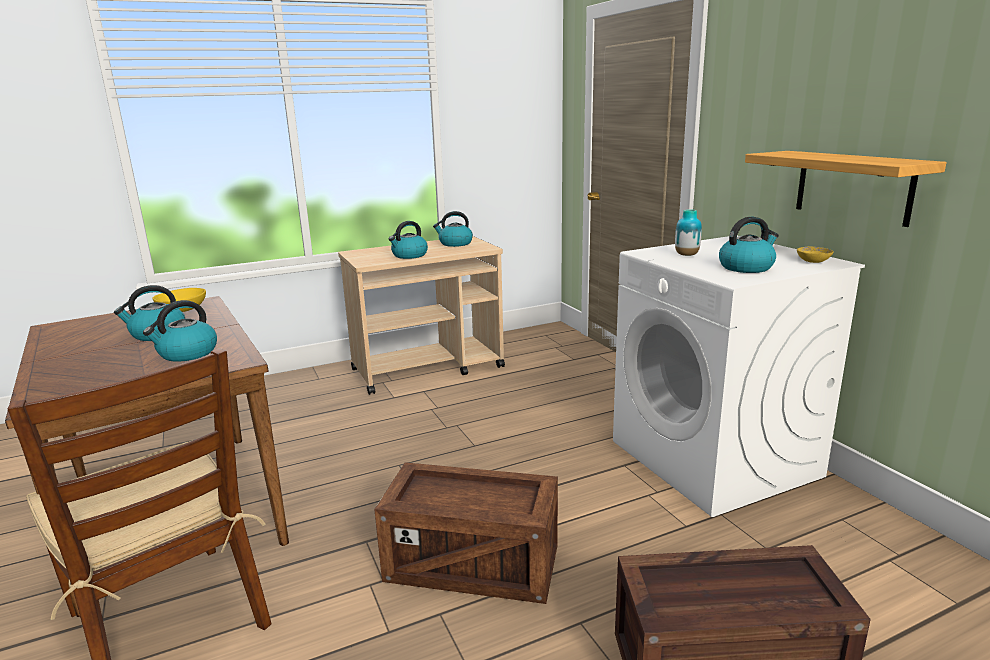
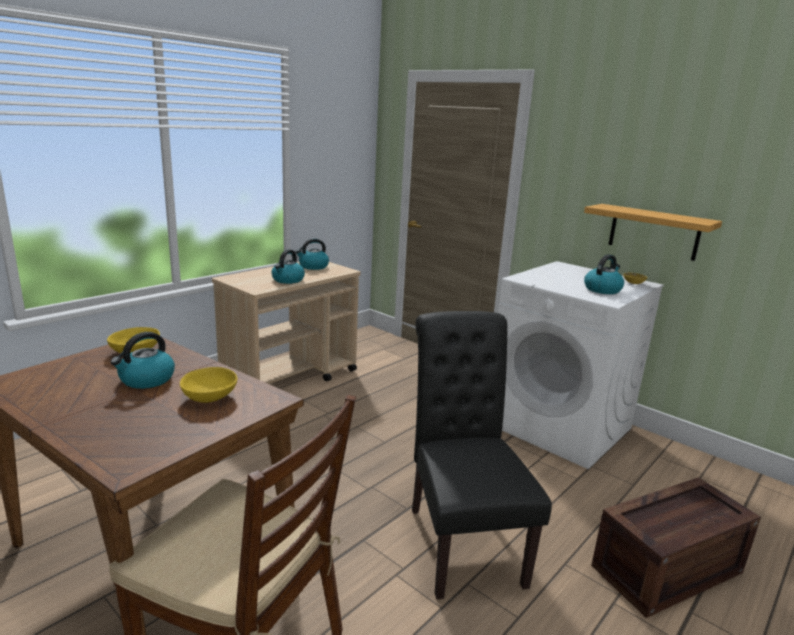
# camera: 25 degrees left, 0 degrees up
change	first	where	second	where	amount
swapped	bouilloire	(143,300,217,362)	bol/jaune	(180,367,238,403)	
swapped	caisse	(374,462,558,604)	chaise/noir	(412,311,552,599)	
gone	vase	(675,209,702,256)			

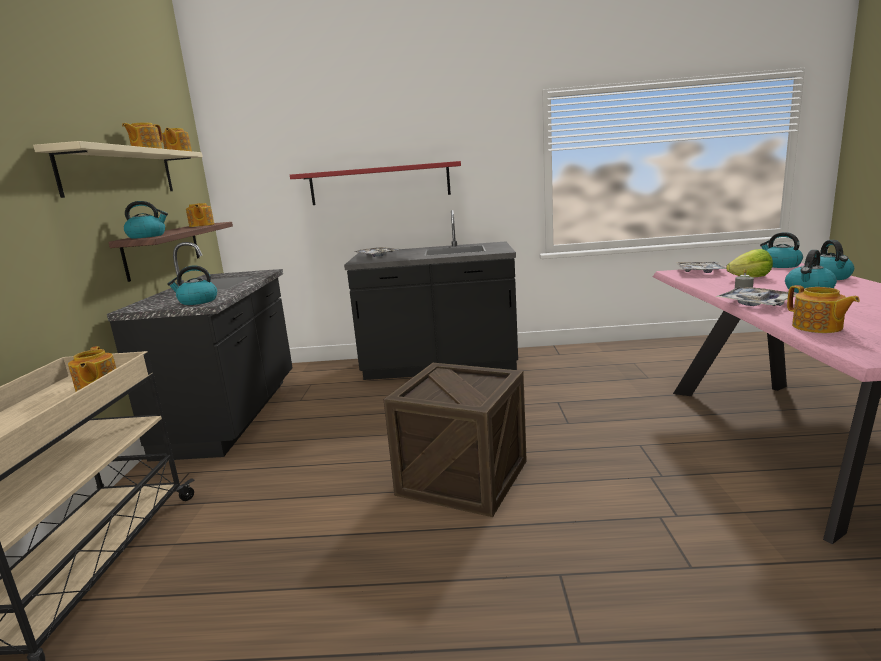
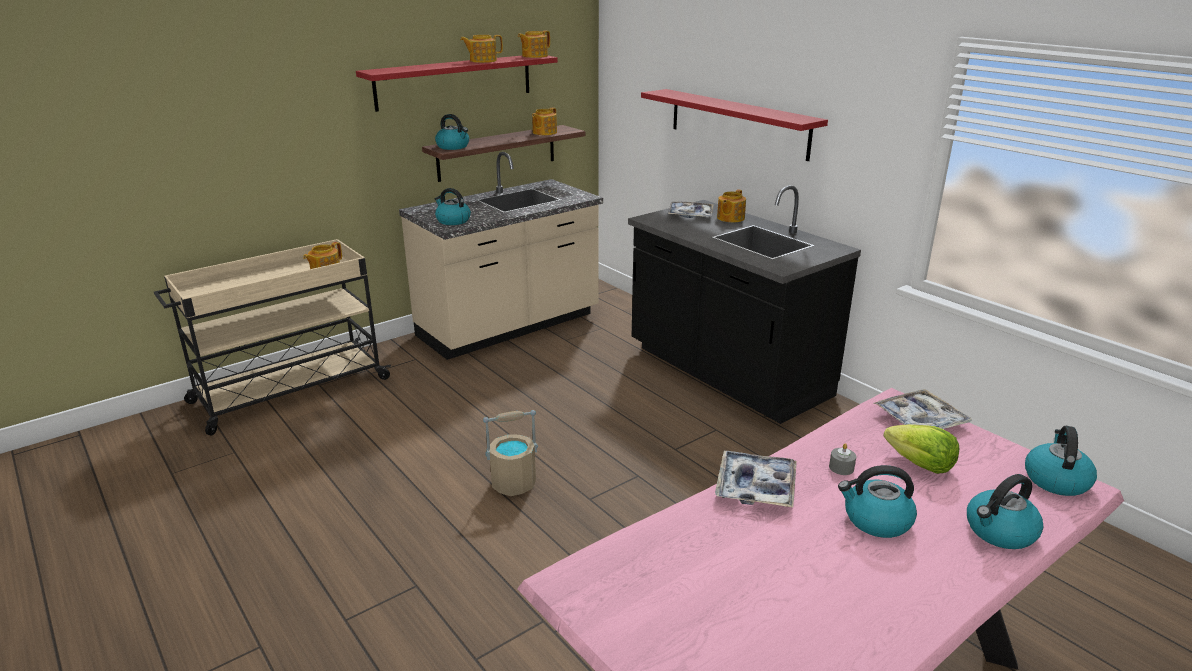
# camera: 50 degrees right, 10 degrees up
change	first	where	second	where	amount
repainted	étagère/beige	(33,141,203,198)	étagère/rouge	(356,56,558,112)	
repainted	comptoir de cuisine/noir	(107,242,293,462)	comptoir de cuisine/beige	(399,152,603,360)	
swapped	caisse	(384,363,527,517)	seau/beige	(483,410,538,496)	
shifted	théière	(787,285,860,333)		(717,189,746,222)	

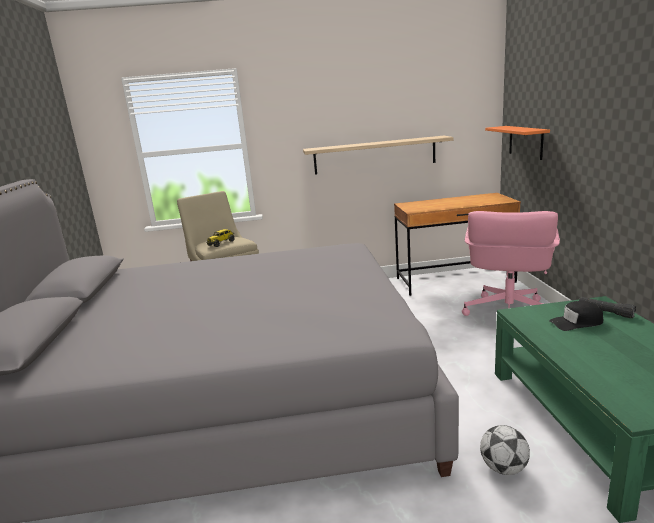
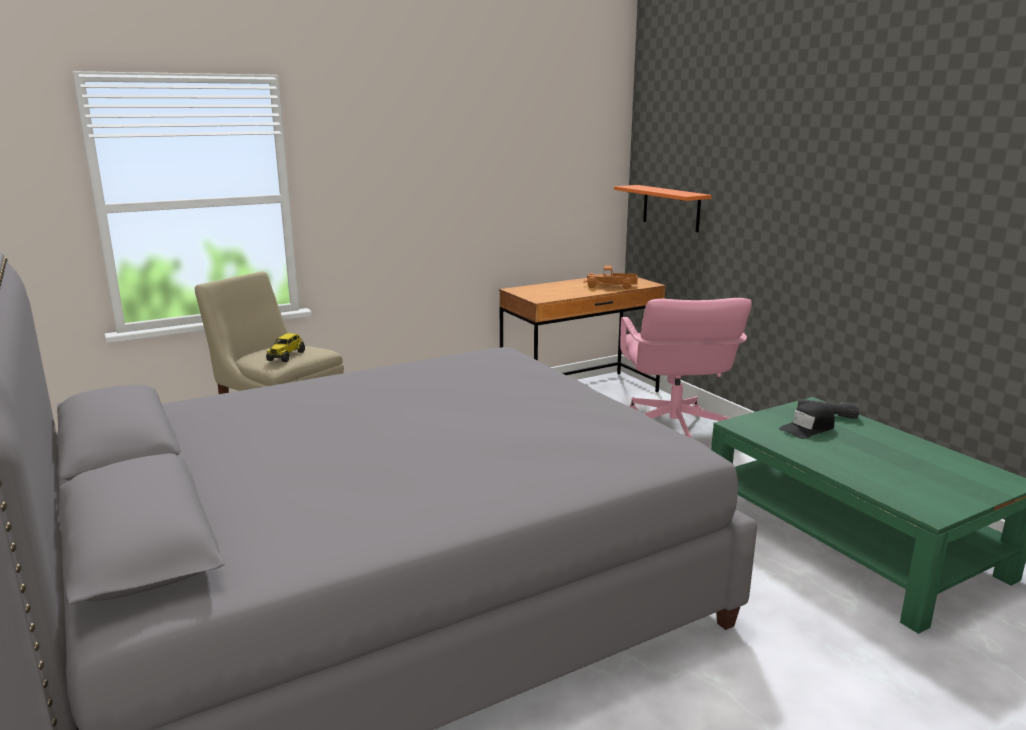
# camera: 25 degrees left, 0 degrees up
change	first	where	second	where	amount
gone	étagère	(303,136,454,175)			
gone	ballon de foot	(480,425,530,475)			
new			camion jouet	(584,266,638,289)	

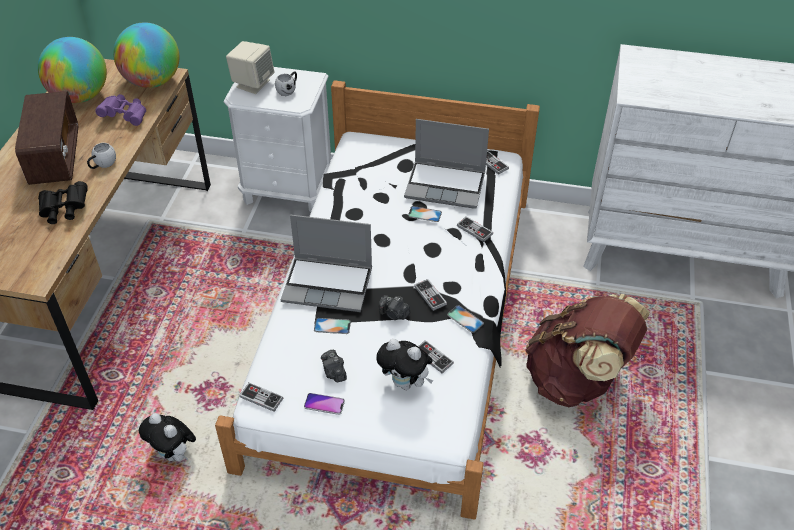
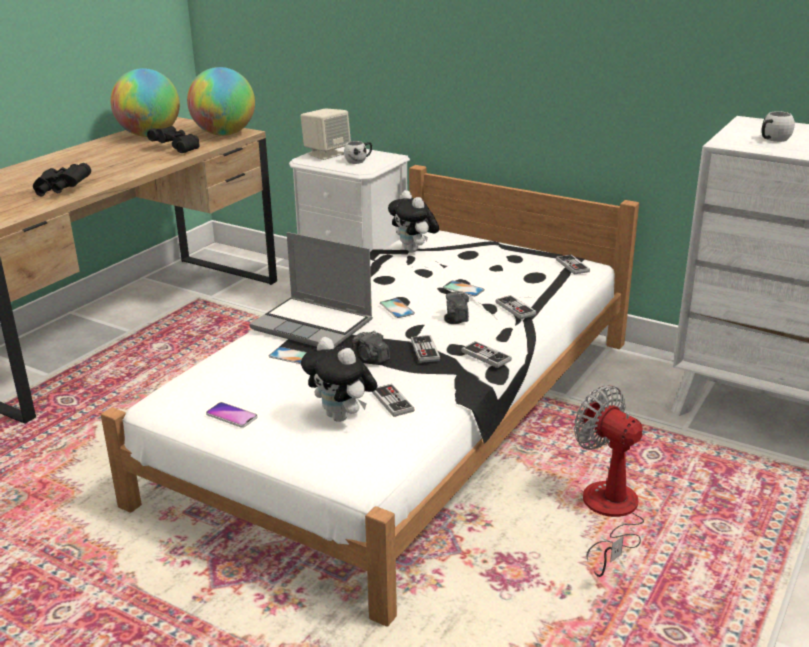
# camera: 20 degrees right, 20 degrees down
change	first	where	second	where	amount
gone	radio	(15,91,78,185)			
shifted	mug/blanc	(87,143,116,169)		(761,111,795,142)	
repainted	jumelles/violet	(95,94,146,126)	jumelles/noir	(147,126,200,153)	
shifted	peluche	(139,413,196,461)		(388,190,439,252)	
shifted	manette	(239,383,284,412)		(461,341,512,368)	
shifted	appareil photo	(321,350,347,382)		(446,291,469,322)	
gone	ordinateur portable	(404,119,489,209)			
shifted	téléphone	(447,305,484,333)		(380,298,415,318)	
swapped	sac à dos/marron	(525,294,650,407)	ventilateur	(574,385,644,577)	

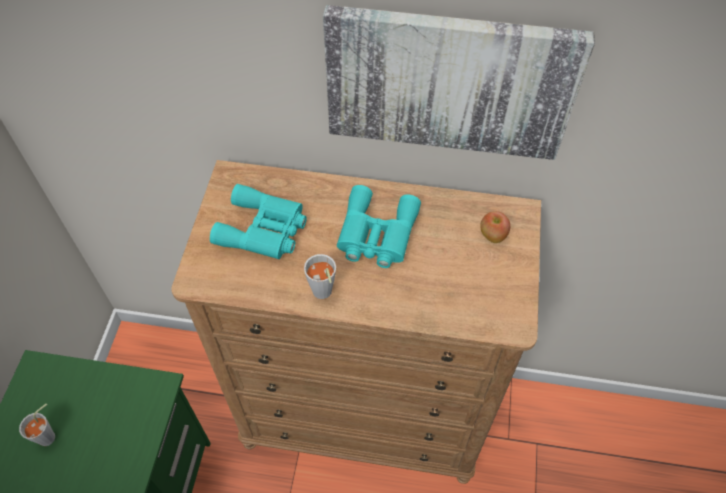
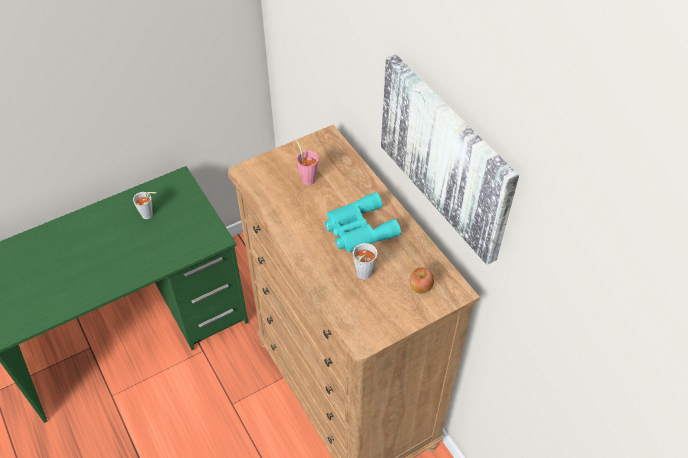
# camera: 50 degrees right, 5 degrees down
change	first	where	second	where	amount
swapped	jumelles/turquoise	(210,184,307,259)	tasse/rose	(296,141,319,185)	
shifted	tasse/gris	(304,254,336,299)		(353,243,378,280)	

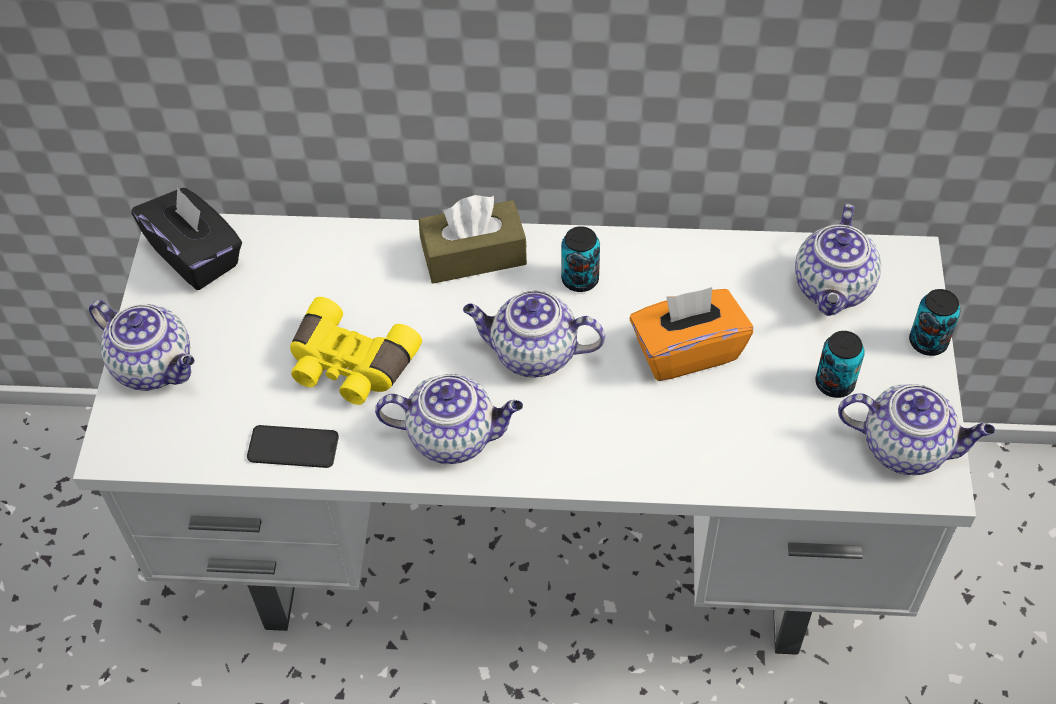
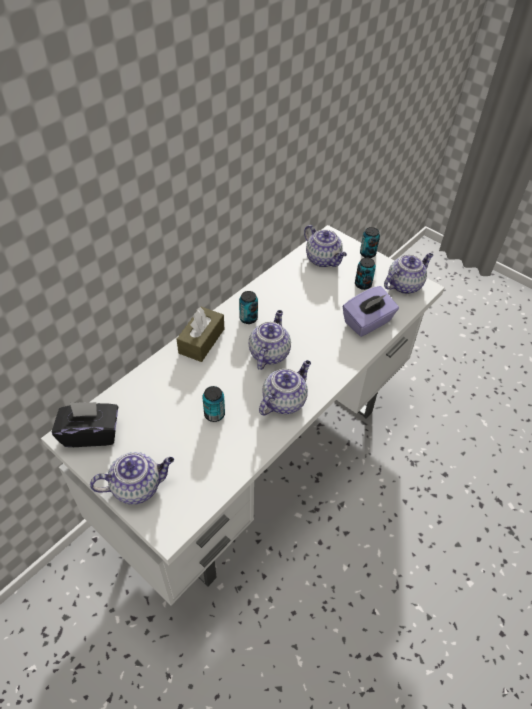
# camera: 55 degrees left, 5 degrees down
change	first	where	second	where	amount
gone	téléphone	(247,425,339,468)			
swapped	jumelles/jaune	(290,297,422,405)	boîte métallique	(202,386,225,422)	
rotated	théière	(463,290,605,378)		(249,310,291,370)	150 degrees clockwise
gone	boîte à mouchoirs/orange	(629,287,753,381)			
new			boîte à mouchoirs/violet	(343,286,399,337)	

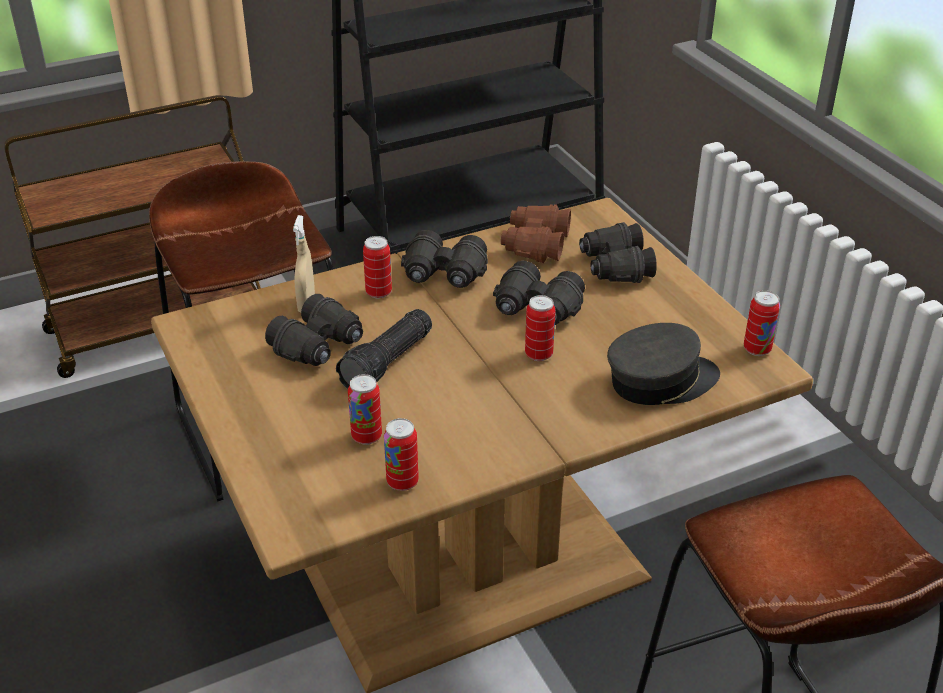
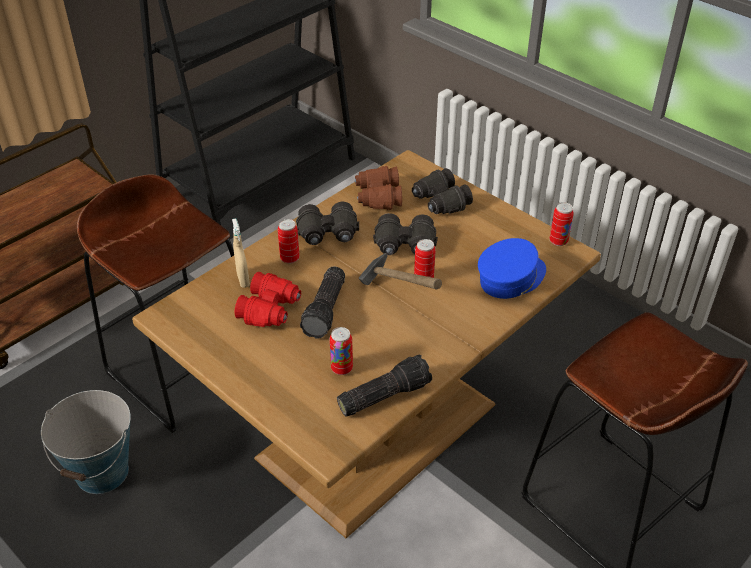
# camera: 20 degrees left, 5 degrees up
change	first	where	second	where	amount
repainted	jumelles/noir	(265,294,363,366)	jumelles/rouge	(235,272,301,327)	
swapped	boîte métallique	(384,418,419,491)	lampe de poche	(337,354,432,417)	
repainted	casquette/gris	(607,323,720,405)	casquette/bleu	(478,238,546,299)	
new			seau	(41,390,130,494)	
new			marteau	(359,253,442,289)	

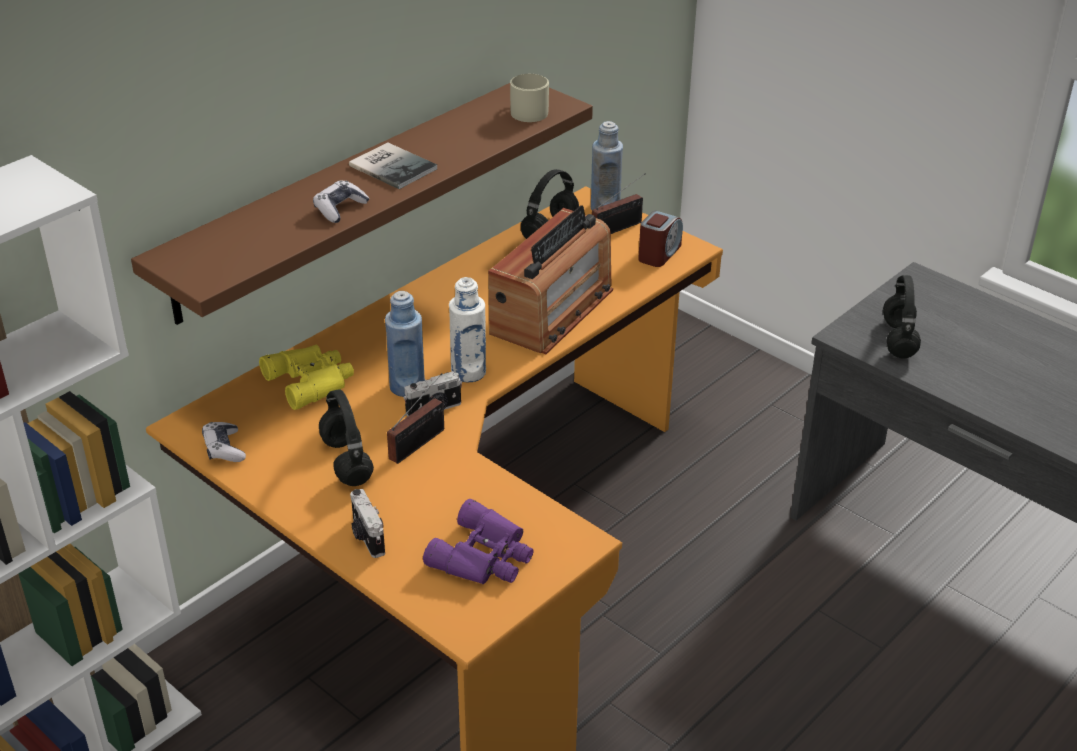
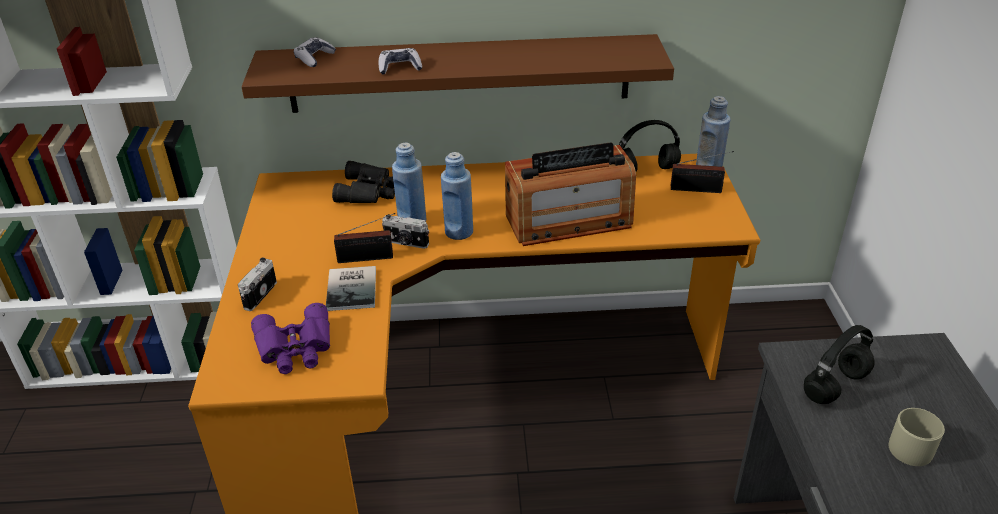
# camera: 45 degrees right, 0 degrees up
change	first	where	second	where	amount
shifted	manette	(202,422,246,462)		(294,37,336,67)	
repainted	jumelles/jaune	(259,344,354,410)	jumelles/noir	(332,161,395,203)	
gone	casque audio/noir	(319,389,374,486)			
shifted	livre	(349,143,437,189)		(326,266,376,311)	
repainted	bouteille/blanc	(449,277,486,382)	bouteille/bleu	(441,152,473,240)	
shifted	mug/beige	(510,74,549,122)		(888,408,945,466)	
gone	réveil	(638,211,683,267)			

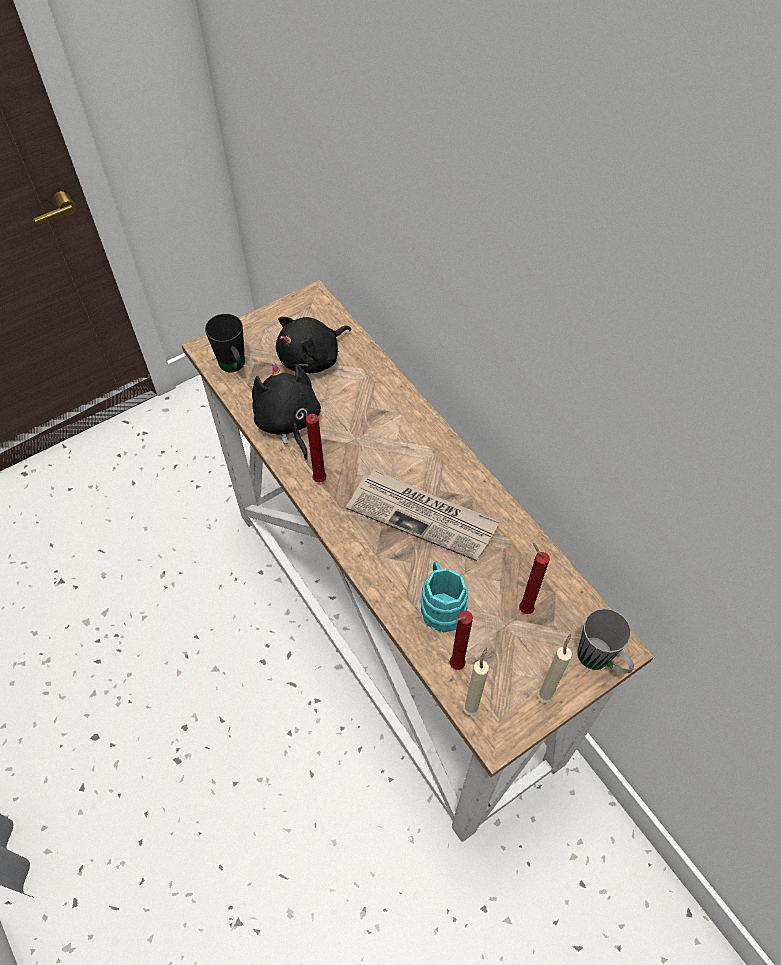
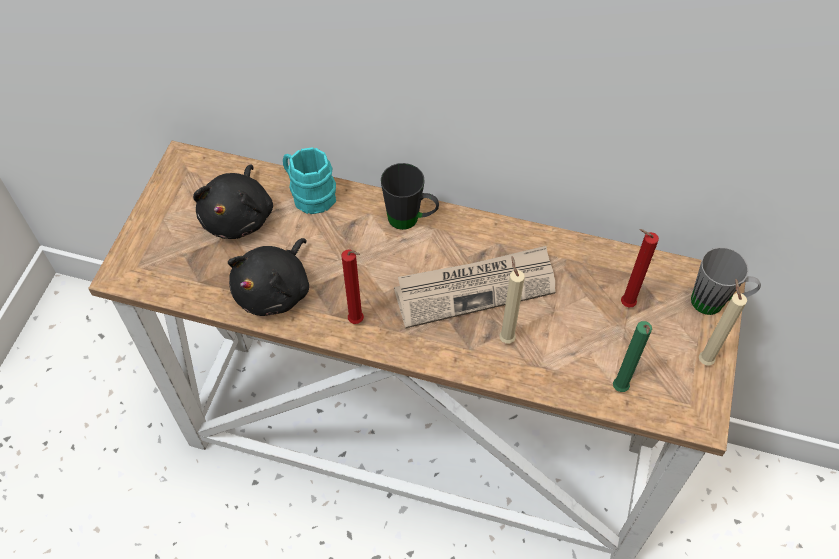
# camera: 40 degrees left, 0 degrees up
change	first	where	second	where	amount
shifted	mug/noir	(205,314,245,372)		(381,163,439,230)	
rotated	peluche/noir	(252,363,321,460)		(228,238,309,316)	90 degrees counterclockwise
shifted	mug/turquoise	(421,561,468,632)		(283,147,336,214)	
repainted	bougie/rouge	(449,611,473,670)	bougie/vert	(613,321,652,392)	
shifted	bougie/beige	(463,647,489,716)		(499,256,525,344)	

